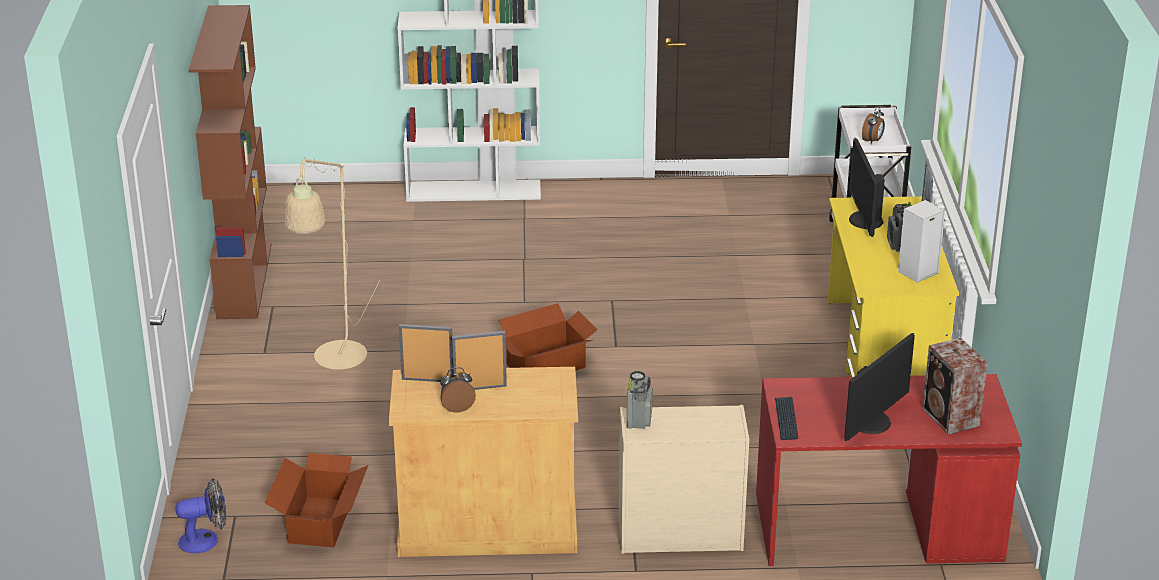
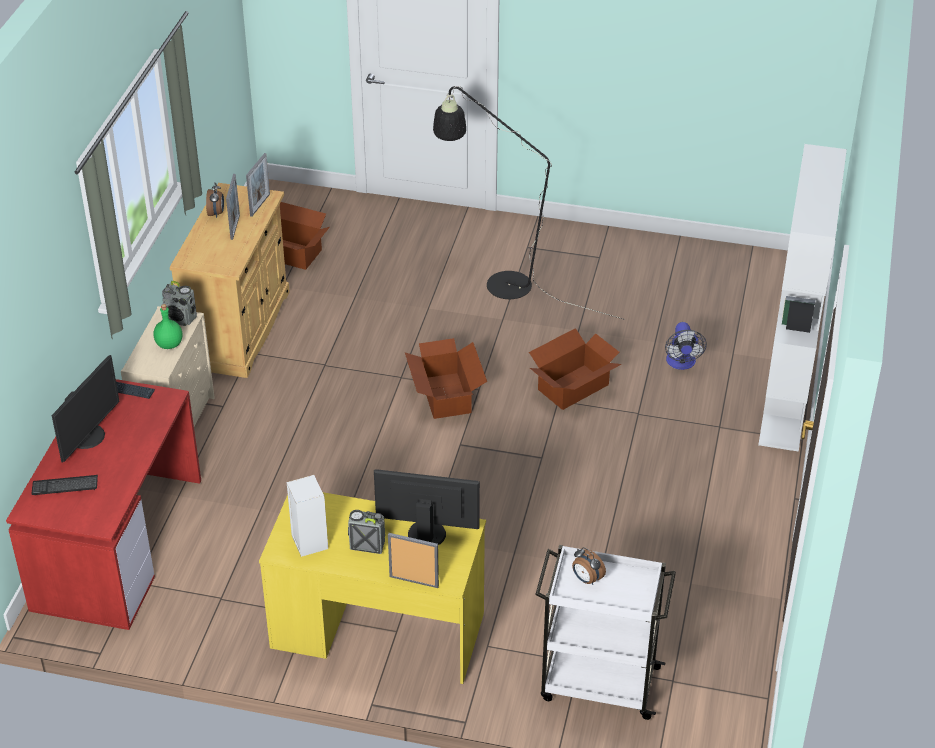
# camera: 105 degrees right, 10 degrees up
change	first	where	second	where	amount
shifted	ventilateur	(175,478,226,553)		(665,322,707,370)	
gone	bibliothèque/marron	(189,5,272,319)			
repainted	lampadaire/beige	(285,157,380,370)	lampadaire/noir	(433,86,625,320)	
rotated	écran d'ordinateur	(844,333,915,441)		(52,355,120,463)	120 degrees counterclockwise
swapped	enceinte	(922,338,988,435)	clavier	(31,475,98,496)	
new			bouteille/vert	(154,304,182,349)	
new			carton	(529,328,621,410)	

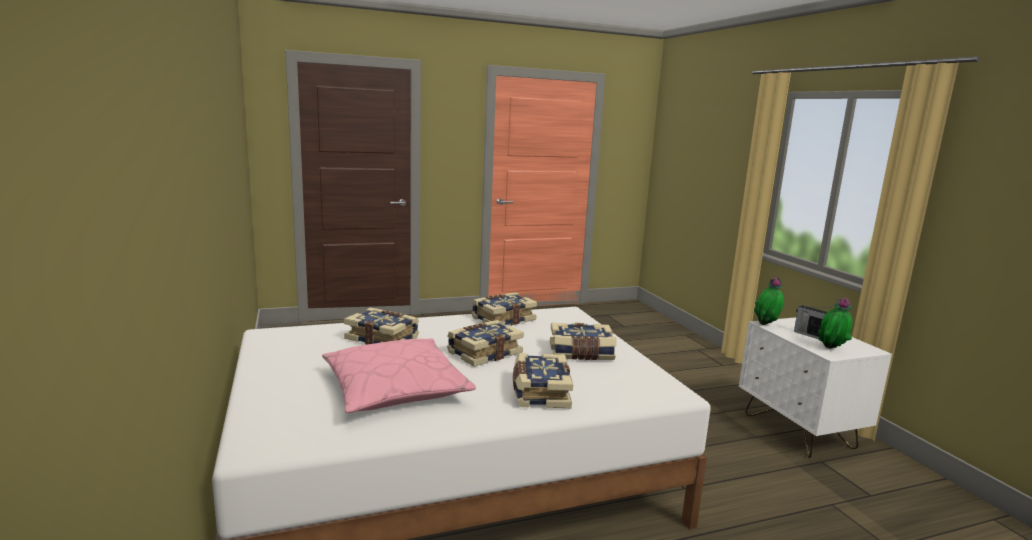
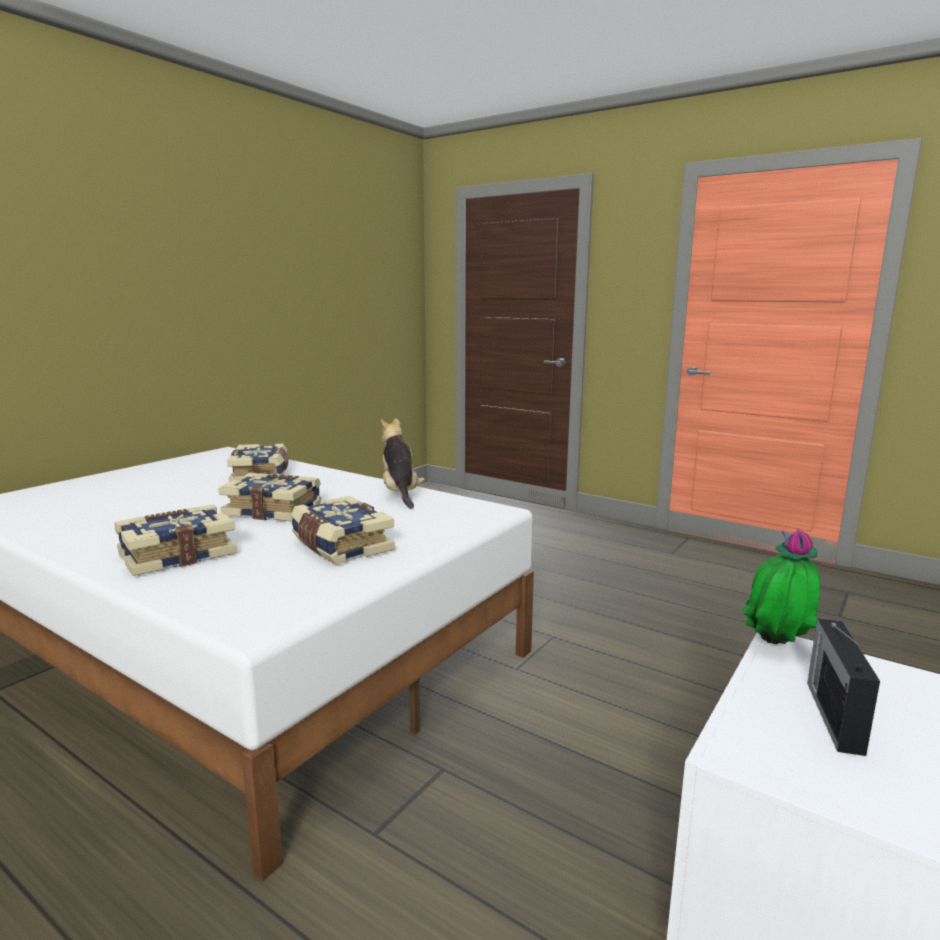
# camera: 55 degrees right, 0 degrees up
change	first	where	second	where	amount
gone	coussin/rose	(322,339,476,413)			
swapped	livre	(471,292,537,326)	peluche	(381,418,425,509)	
gone	plante en pot	(818,297,852,349)			

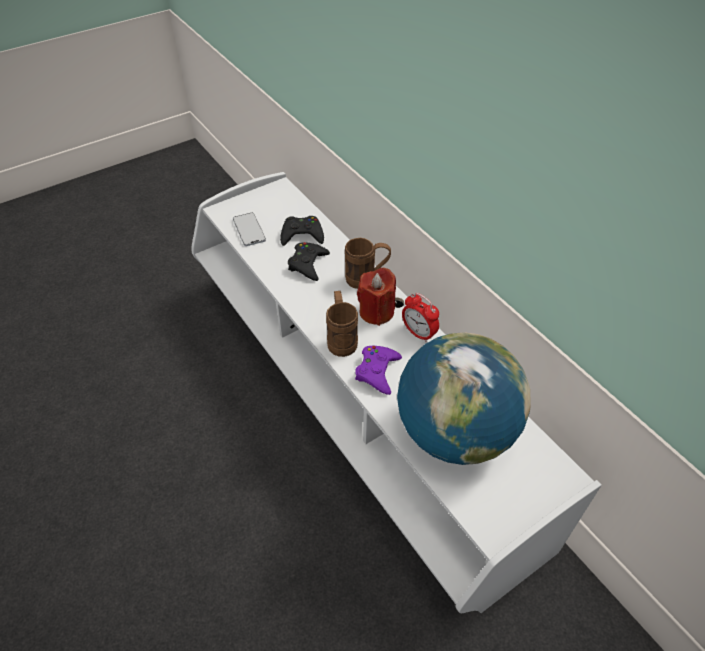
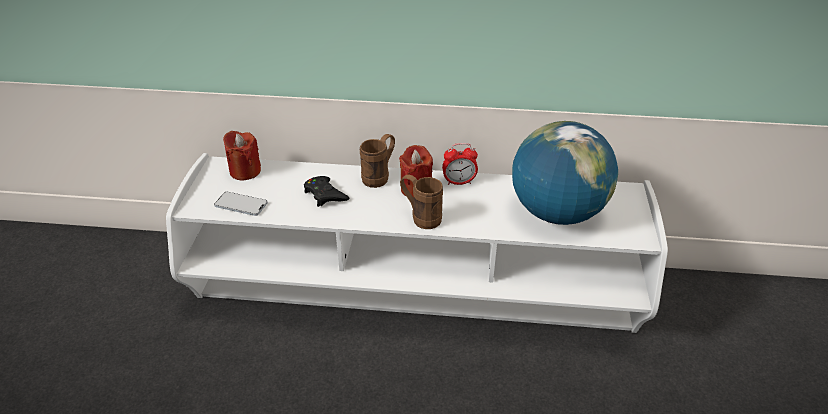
# camera: 50 degrees left, 10 degrees down
change	first	where	second	where	amount
gone	manette/noir	(280,216,324,246)			
gone	manette/violet	(355,346,402,395)			
new			bougie/rouge	(223,131,261,181)	

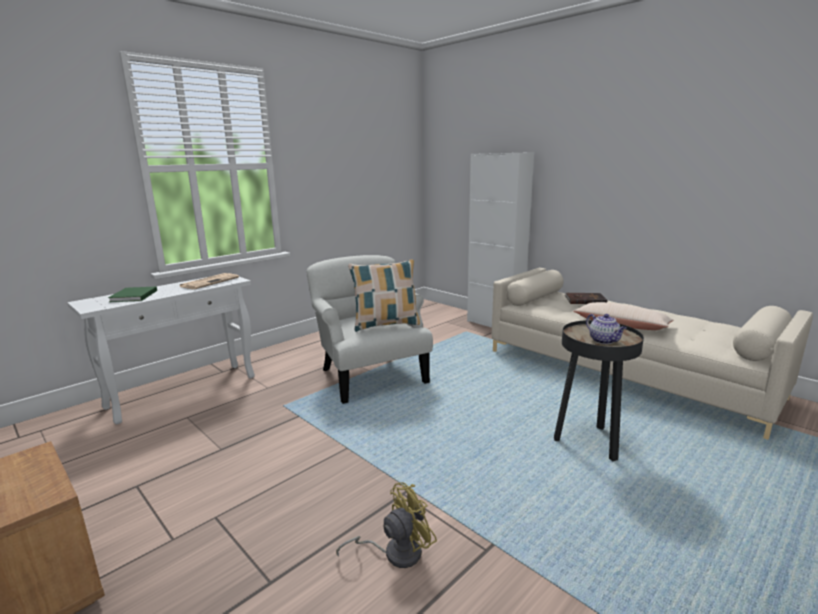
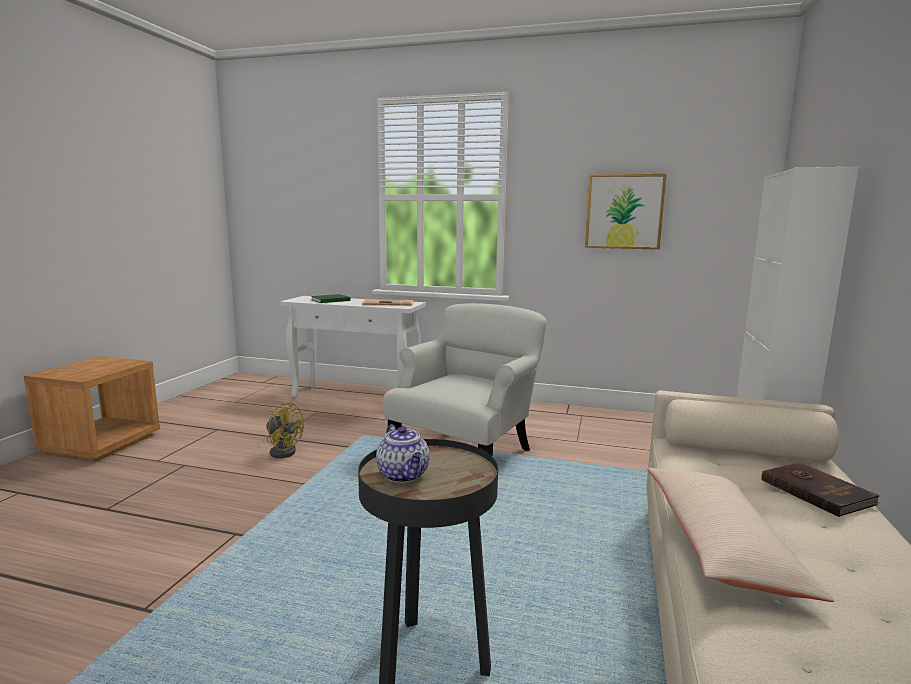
# camera: 60 degrees right, 5 degrees down
change	first	where	second	where	amount
shifted	ventilateur/jaune	(336,482,437,568)		(266,401,304,458)	
gone	coussin	(348,260,420,332)			
rotated	théière	(586,314,626,344)		(376,425,430,483)	60 degrees counterclockwise
new			tableau	(585,174,667,250)	

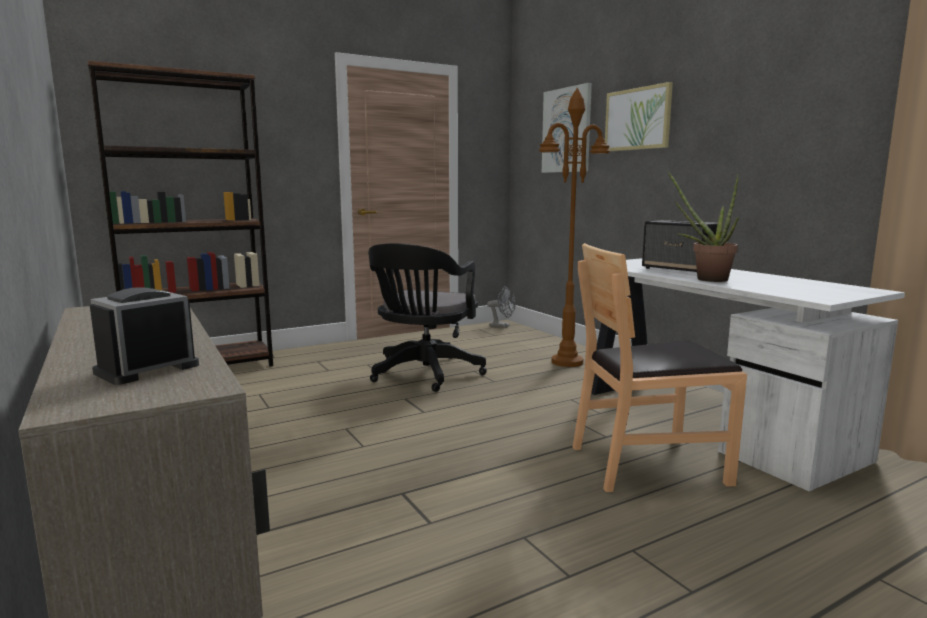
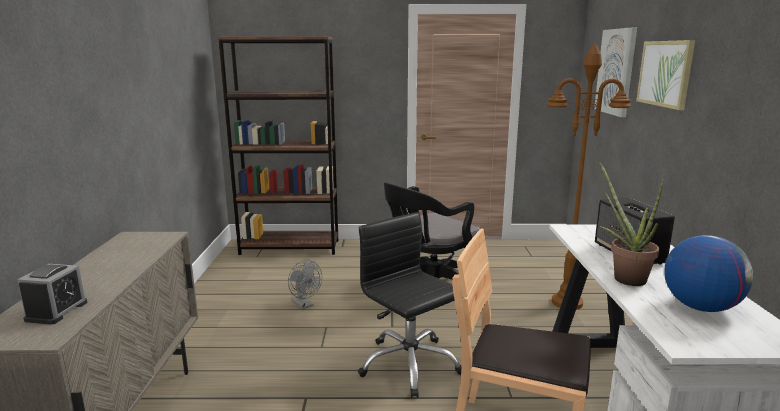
# camera: 30 degrees right, 5 degrees up
change	first	where	second	where	amount
rotated	réveil	(90,287,199,385)		(17,264,87,325)	120 degrees clockwise
shifted	ventilateur/gris	(487,287,516,328)		(288,260,322,309)	
new			chaise de bureau/noir	(358,212,462,398)	
new			globe	(664,235,753,312)	

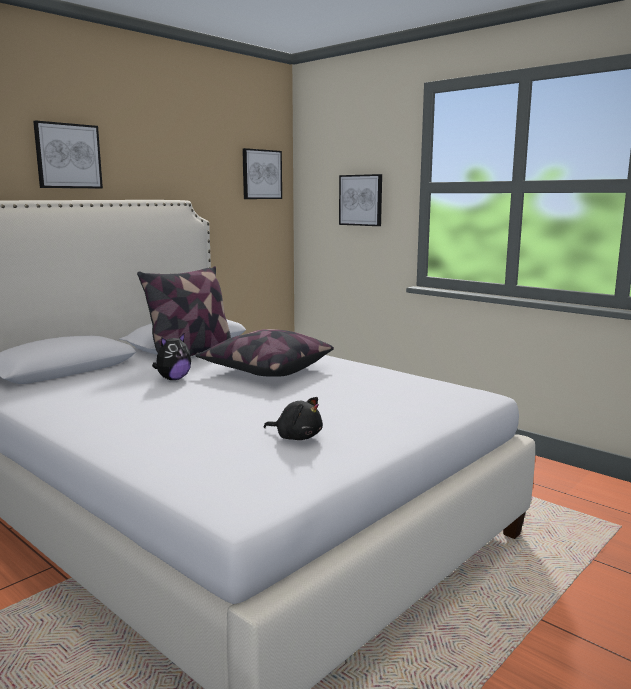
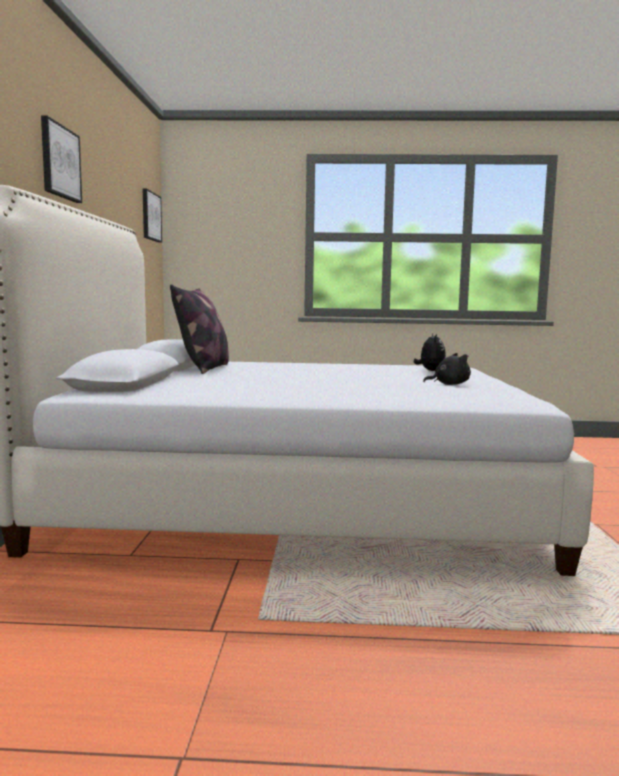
# camera: 40 degrees left, 5 degrees down
change	first	where	second	where	amount
shifted	peluche	(152,333,191,380)		(414,334,446,371)	
gone	coussin	(195,329,334,377)			
gone	tableau	(339,174,382,226)			

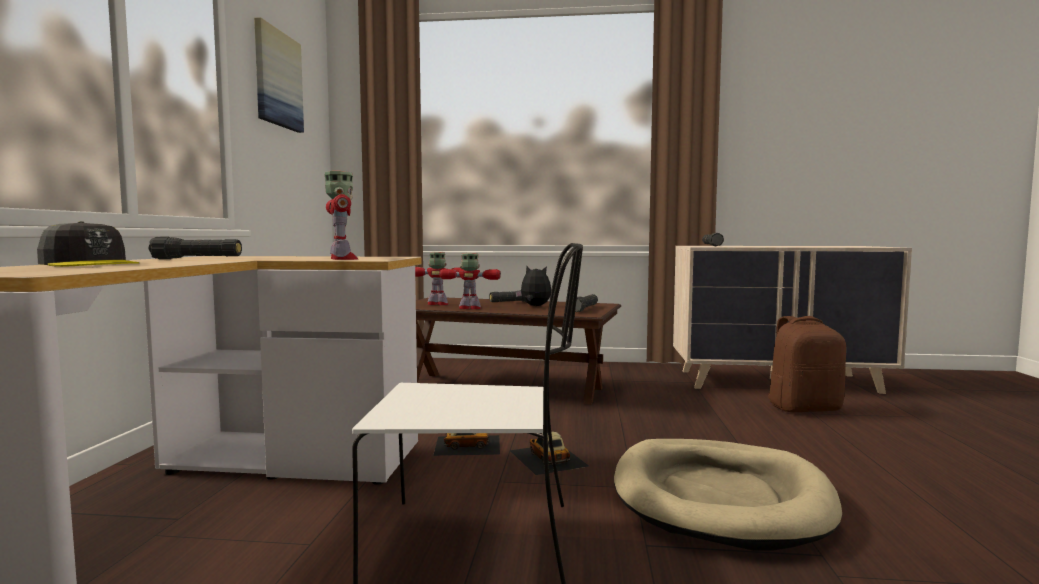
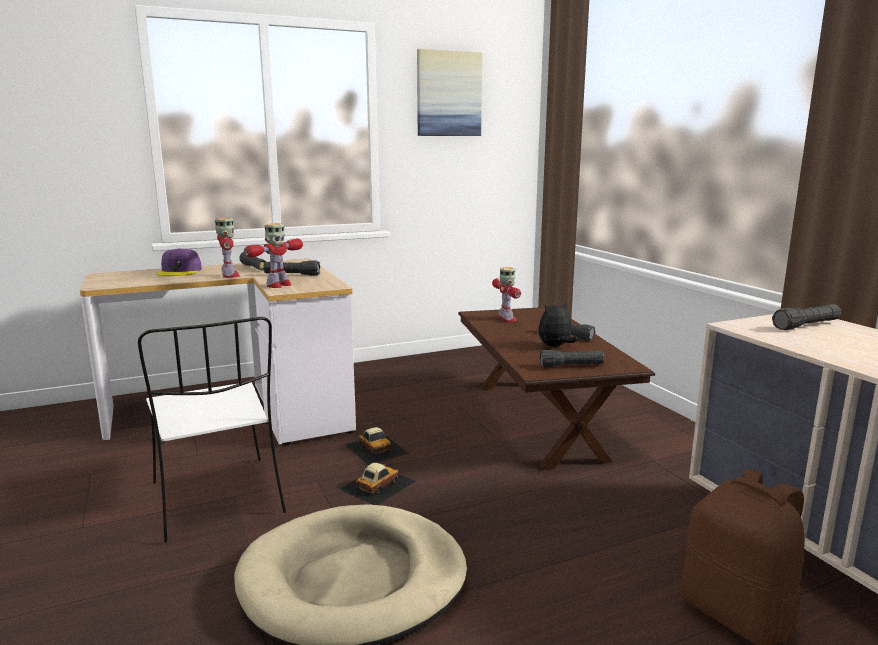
# camera: 60 degrees right, 10 degrees up
change	first	where	second	where	amount
repainted	casquette/gris	(37,221,139,267)	casquette/violet	(157,248,202,276)	
shifted	robot jouet	(439,253,501,309)		(215,218,240,278)	
rotated	peluche	(515,266,551,306)		(538,301,577,347)	120 degrees counterclockwise
new			lampe de poche/noir	(264,261,320,275)	

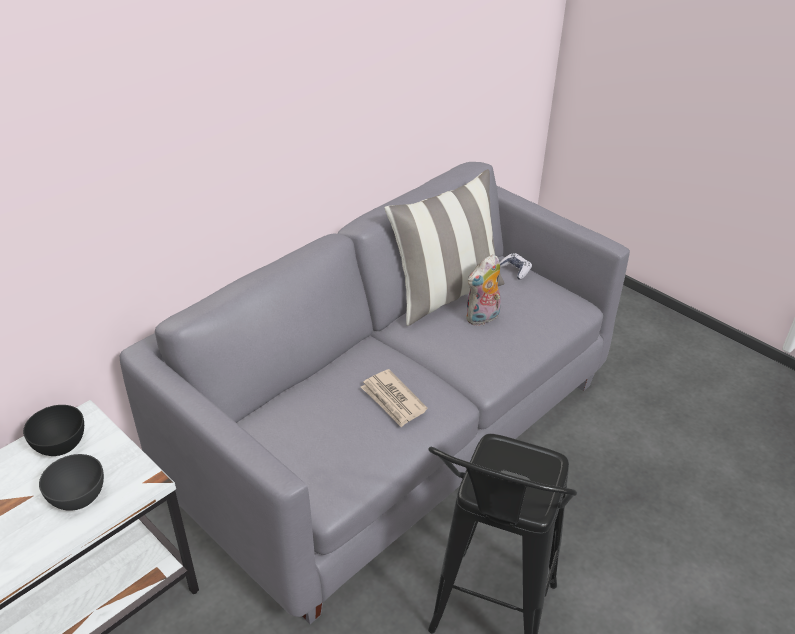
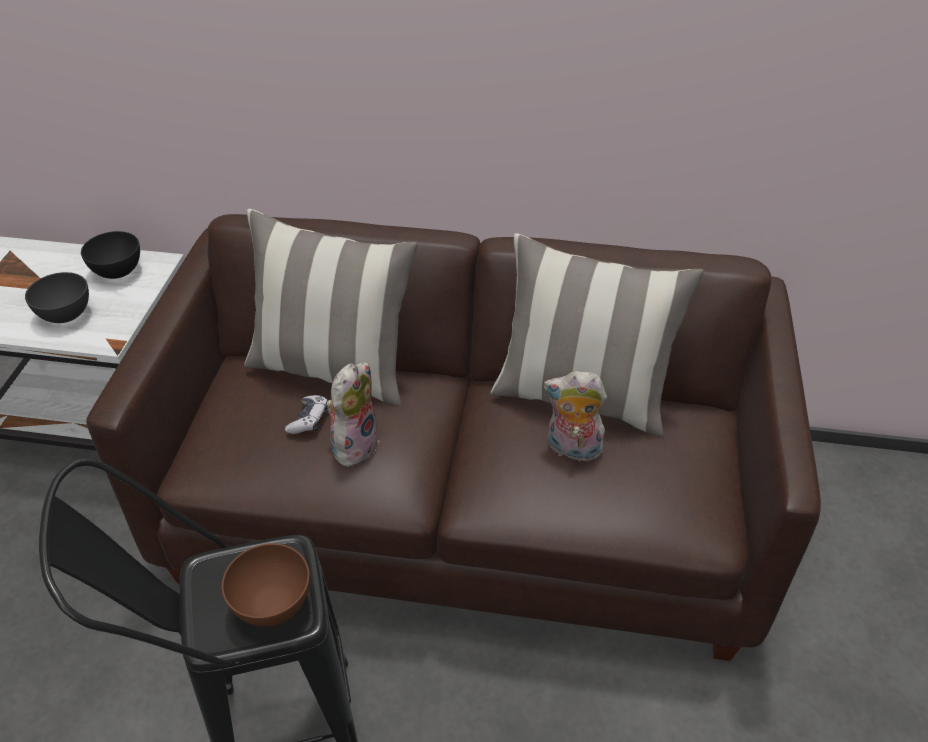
# camera: 55 degrees right, 5 degrees up
change	first	where	second	where	amount
repainted	canapé/gris	(120,162,630,624)	canapé/marron	(86,214,821,661)	
swapped	journal	(361,369,427,427)	peluche	(326,362,380,467)	
shifted	manette	(500,253,532,279)		(285,395,328,434)	
new			bol/marron	(222,543,310,627)	
new			coussin	(244,209,417,406)	

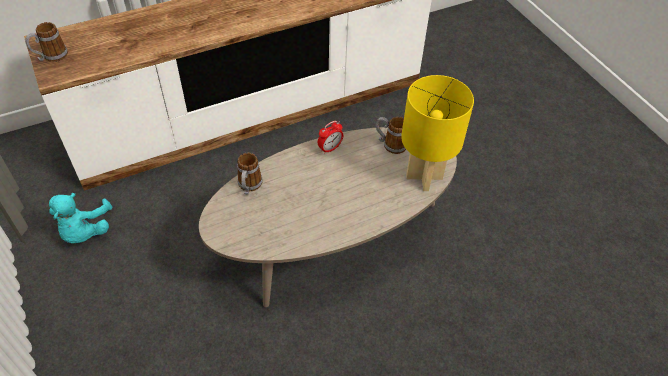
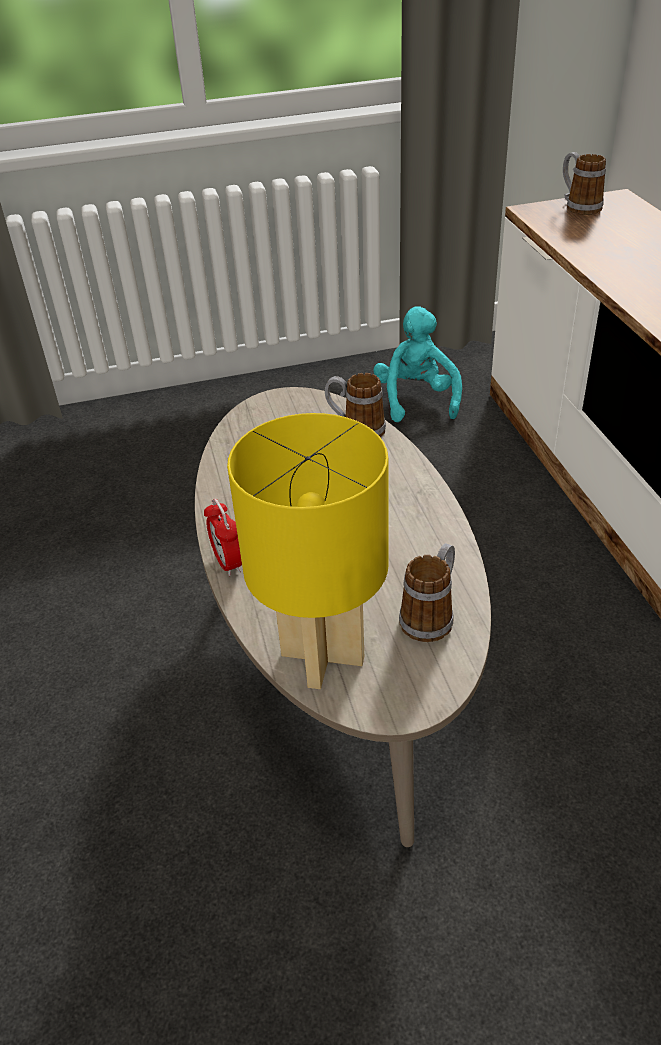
# camera: 105 degrees right, 10 degrees down
change	first	where	second	where	amount
rotated	peluche/turquoise	(49,193,112,243)		(374,306,462,422)	75 degrees clockwise
shifted	réveil	(318,121,343,154)		(204,499,242,576)	

